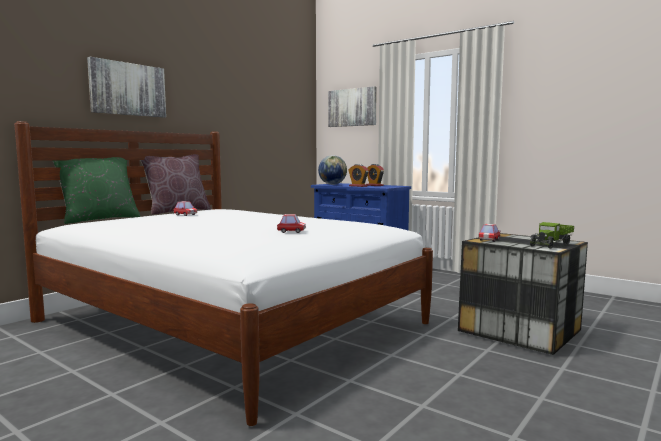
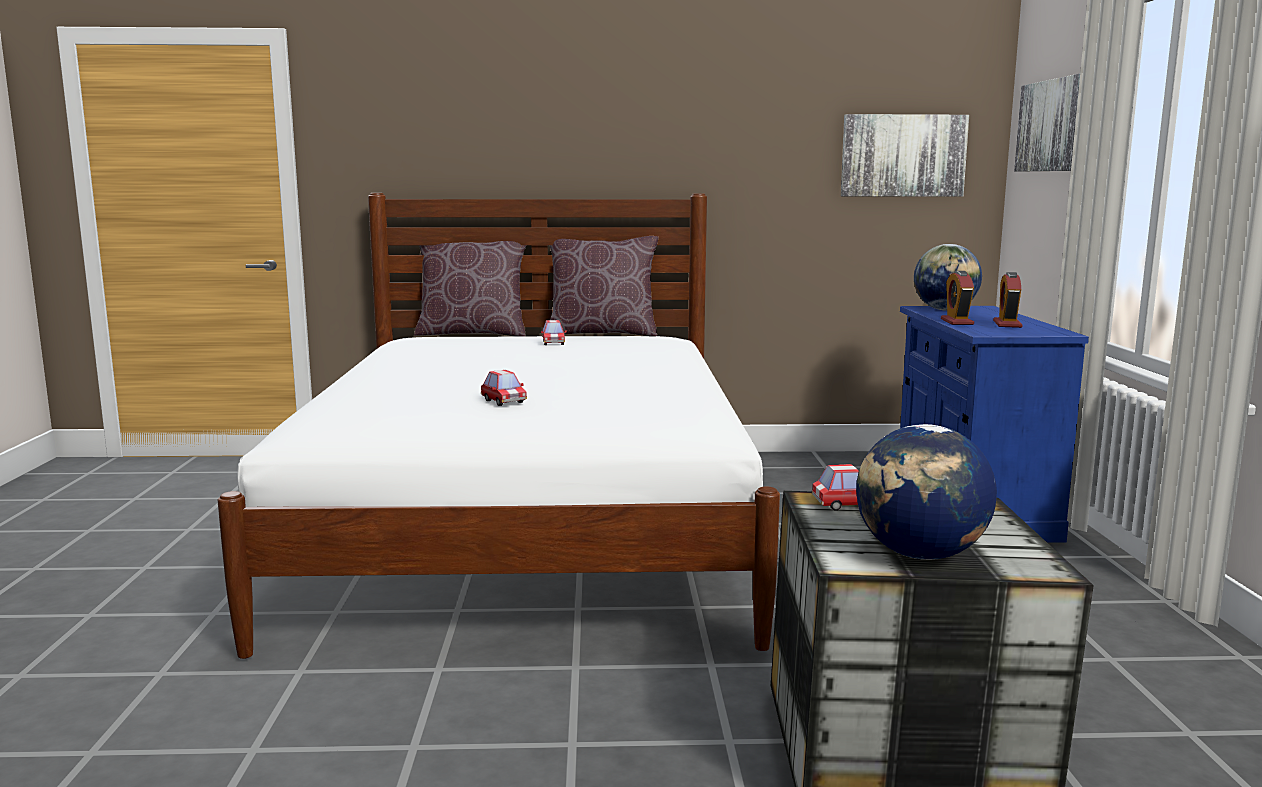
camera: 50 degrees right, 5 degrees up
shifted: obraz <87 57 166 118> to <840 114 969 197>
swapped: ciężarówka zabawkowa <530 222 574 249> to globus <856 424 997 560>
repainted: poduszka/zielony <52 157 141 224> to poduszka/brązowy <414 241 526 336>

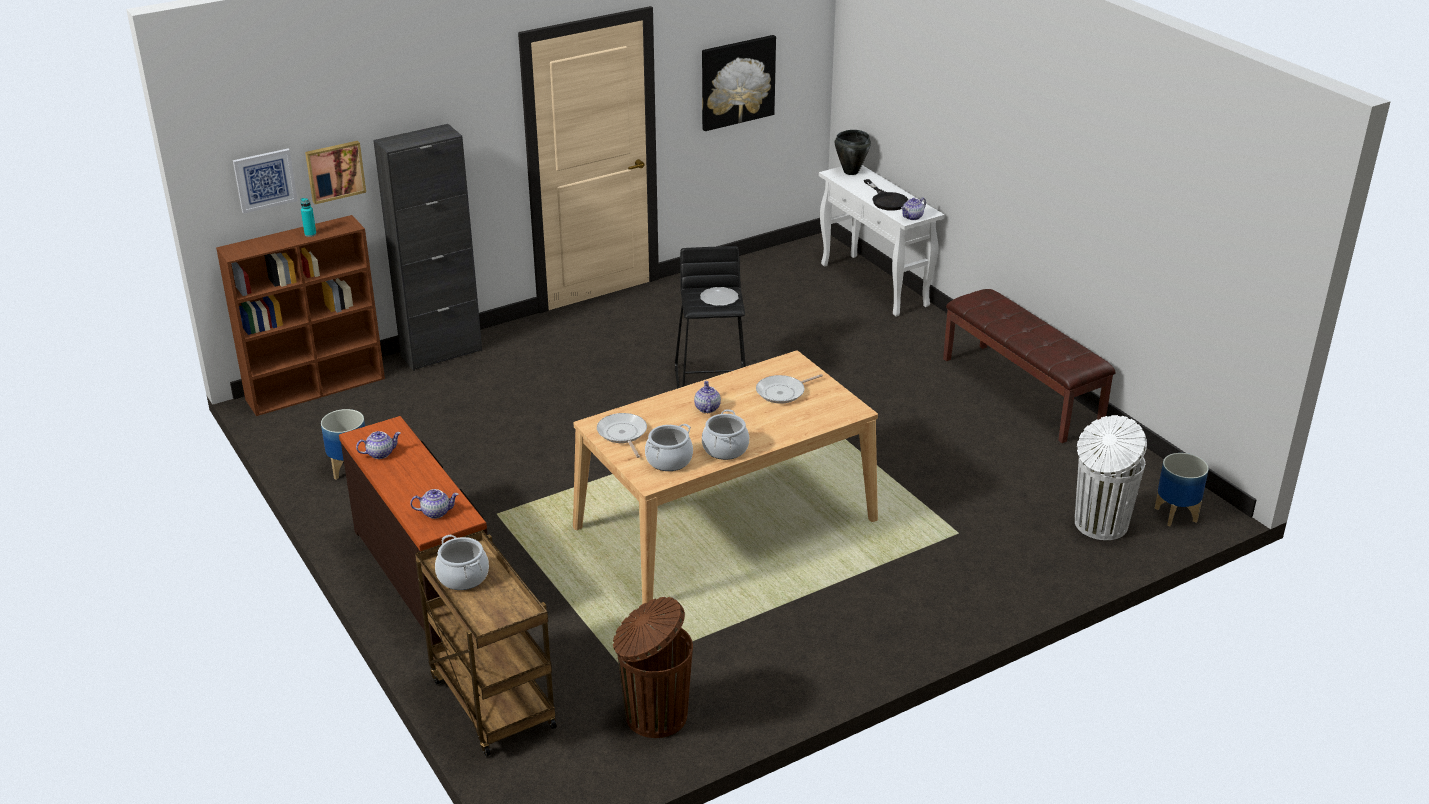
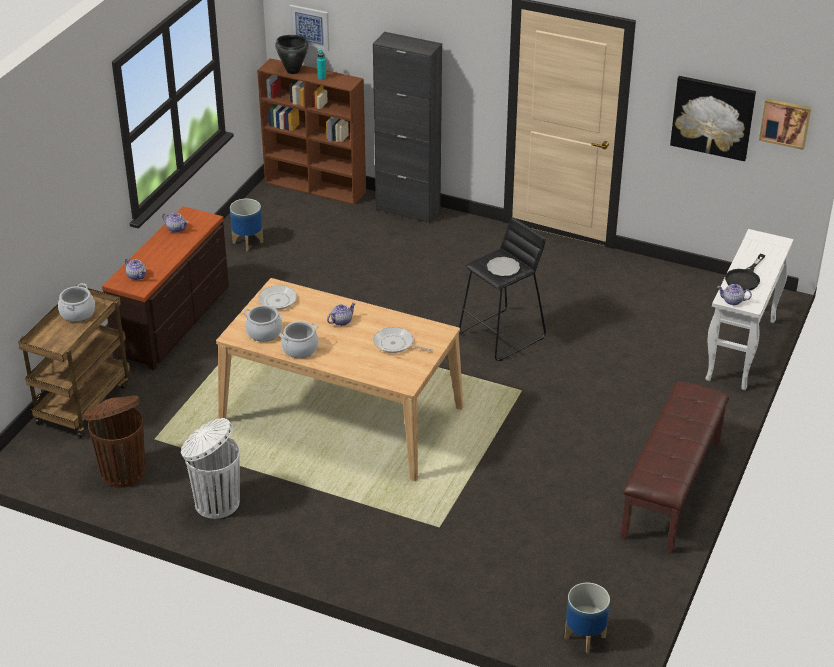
camera: 55 degrees right, 5 degrees up
shifted: garnek/czarny <835 130 871 175> to <275 35 309 74>; obraz <305 141 366 204> to <759 98 812 150>; kosz na śmieci/biały <1075 415 1147 540> to <181 418 240 519>

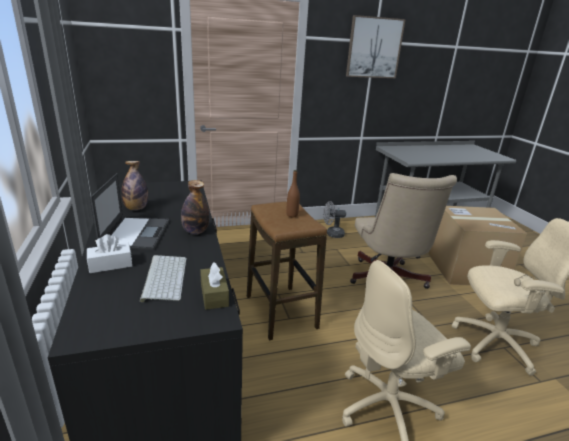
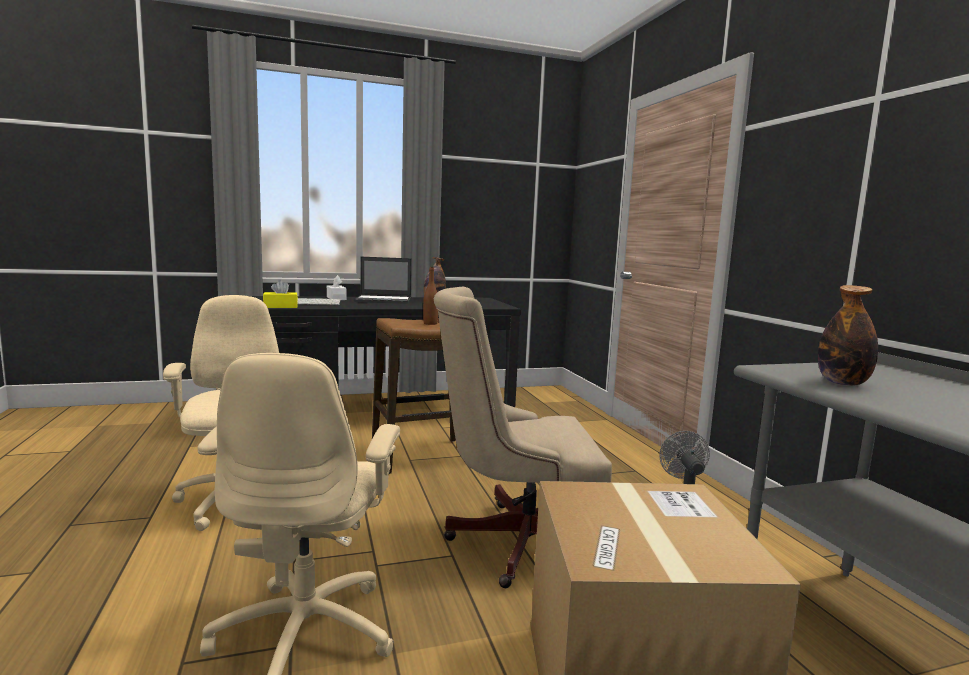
camera: 90 degrees right, 15 degrees down
gone: obraz <346 15 406 78>
shifted: butelka <181 180 209 234> to <818 285 878 386>
repainted: pudełko chusteczek/brązowy <200 262 229 310> to pudełko chusteczek/żółty <263 280 298 308>

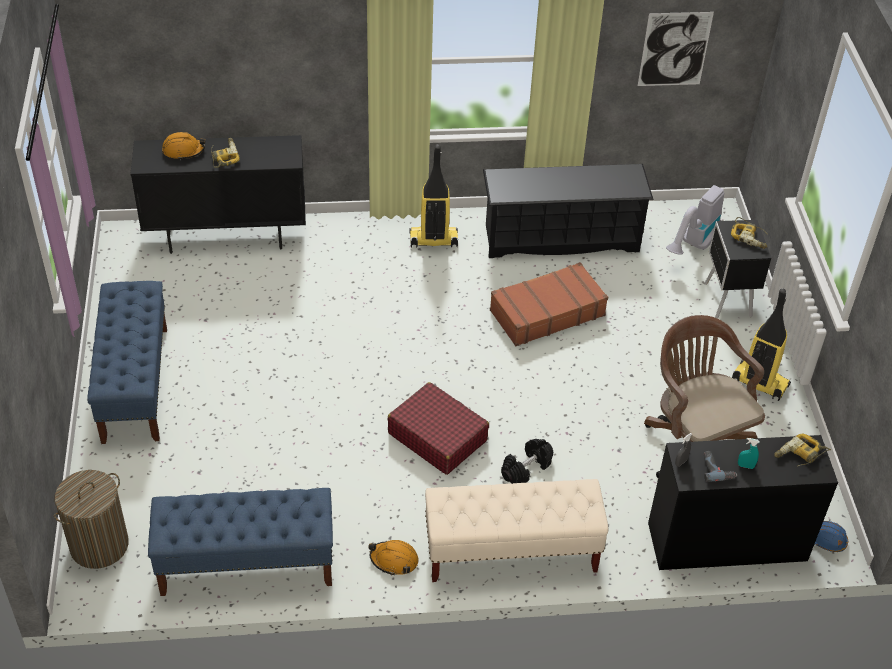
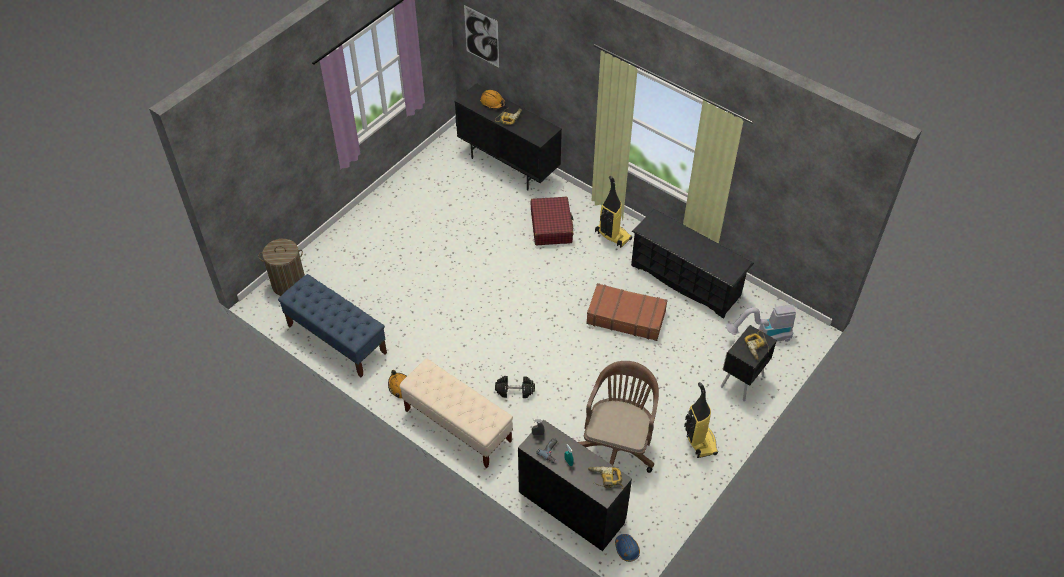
camera: 45 degrees right, 5 degrees up
gone: ławka/niebieski <87 281 167 444>
shifted: obraz <638 12 714 86> to <464 5 499 67>; walizka/czerwony <388 382 489 475> to <530 196 573 245>

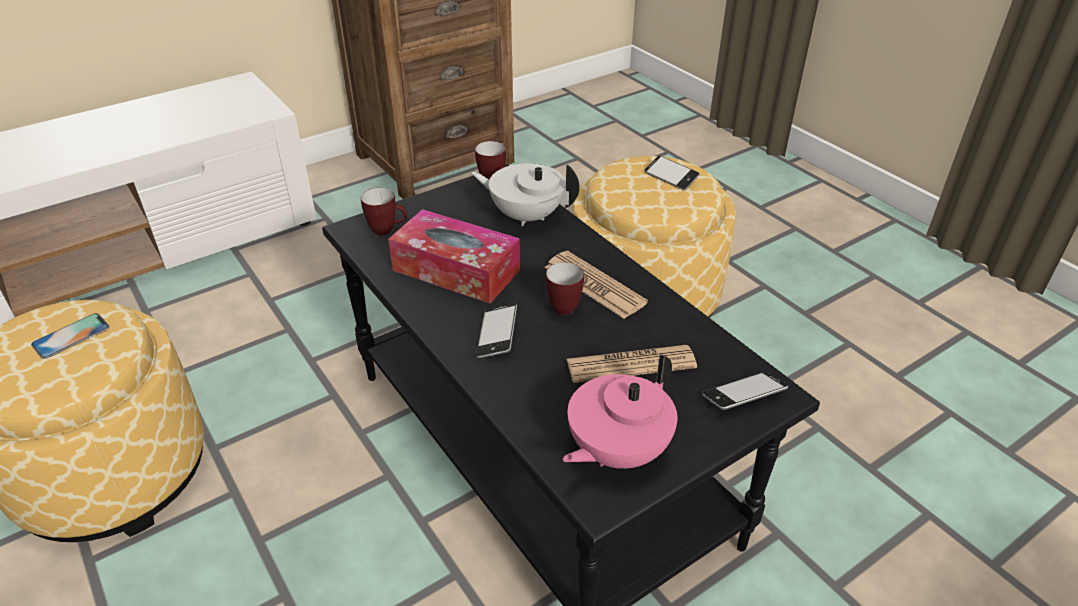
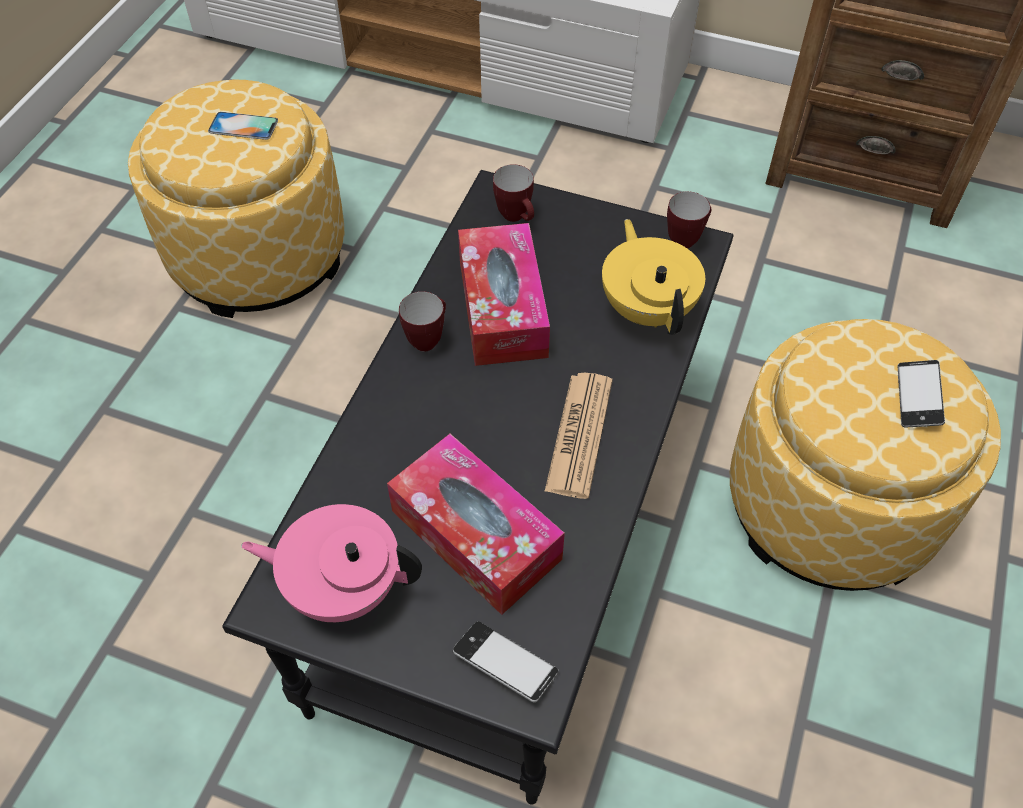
camera: 55 degrees right, 15 degrees up
gone: telefon <476 303 517 358>
shifted: kubek <546 262 584 316> to <399 291 446 351>
swapped: gazeta <567 345 697 383> to pudełko chusteczek <387 434 565 615>
repainted: imbryk/biały <471 163 580 226> to imbryk/żółty <602 219 705 335>

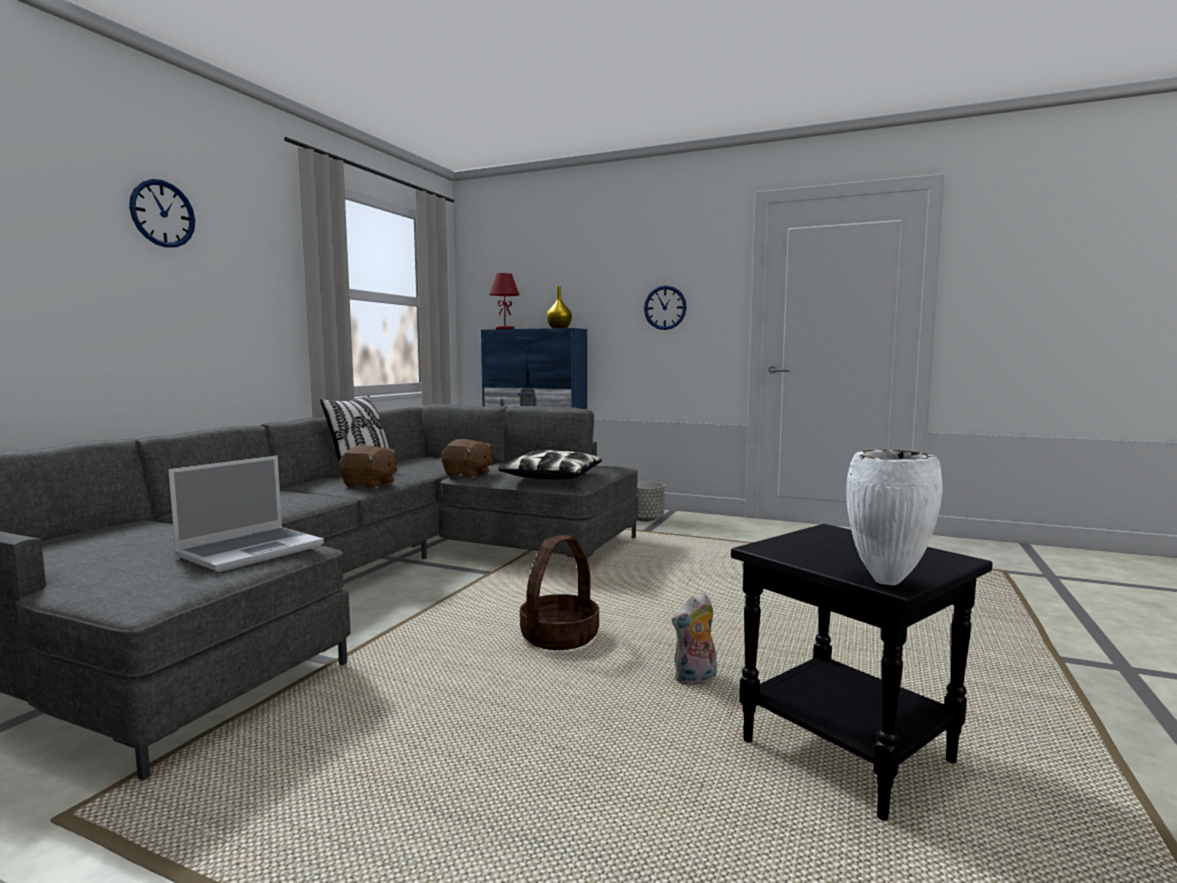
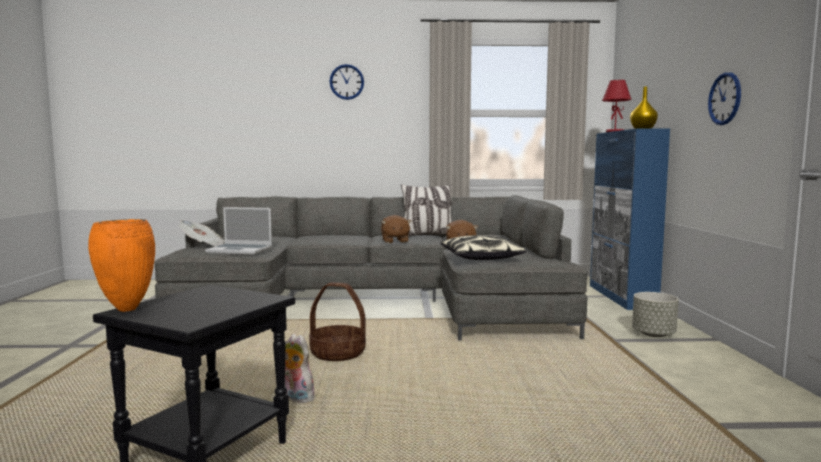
camera: 65 degrees right, 0 degrees up
new: gazeta <178 220 225 246>
repainted: wazon/biały <846 450 943 585> to wazon/pomarańczowy <88 219 155 312>

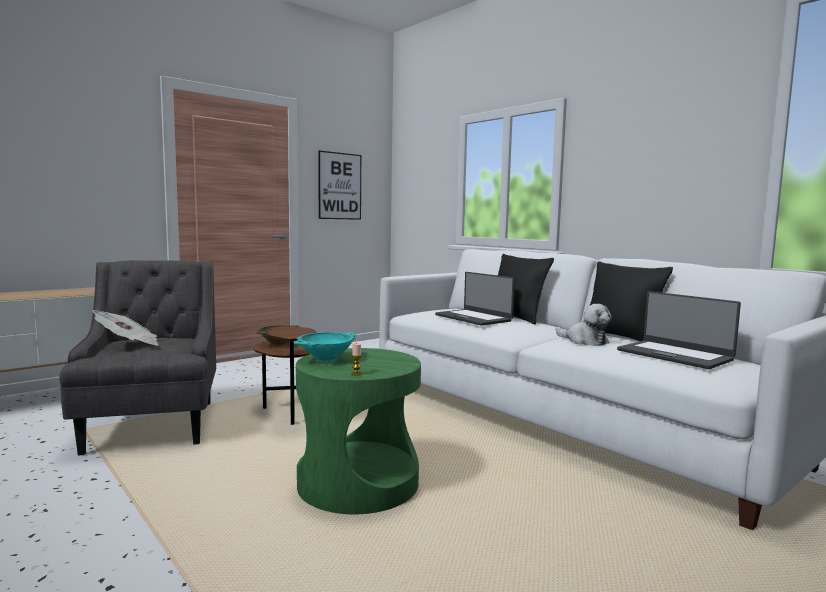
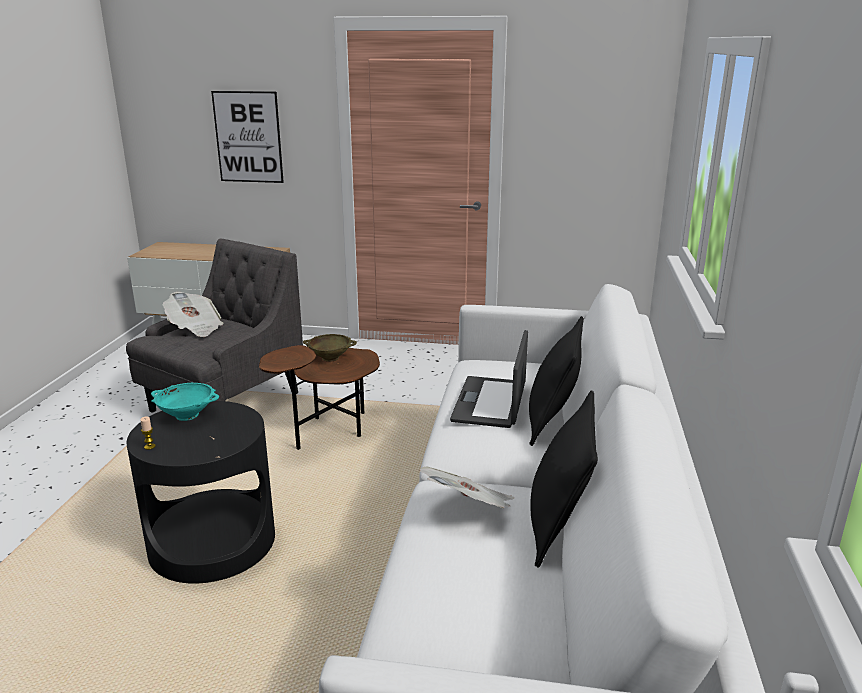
camera: 50 degrees right, 15 degrees up
gone: laptop <617 291 741 369>
shifted: obraz <318 150 361 220> to <211 91 284 183>
swapped: pluszak <556 304 612 346> to gazeta <419 466 515 508>
repainted: stolik/zielony <296 348 421 514> to stolik/czarny <127 401 275 584>

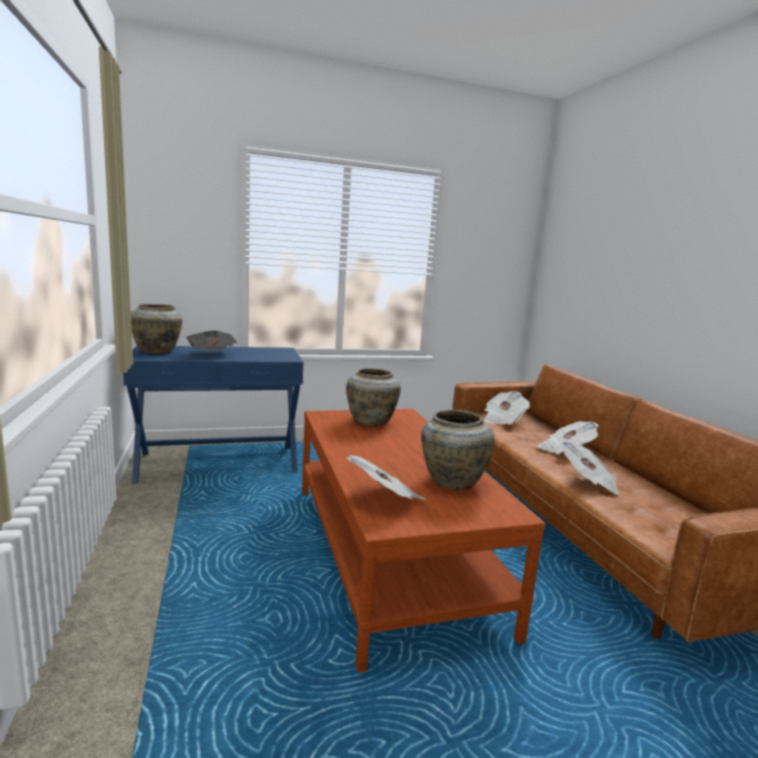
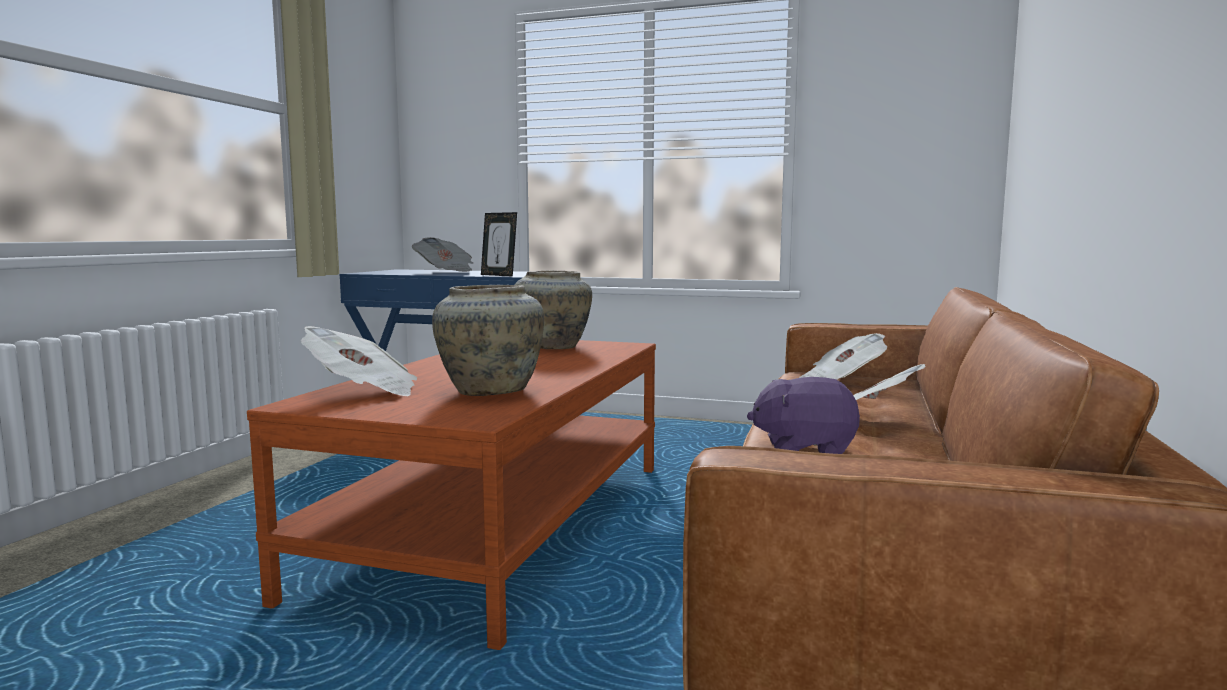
camera: 35 degrees right, 5 degrees down
gone: wazon/beżowy <131 304 182 354>
new: ramka na zdjęcie <481 212 517 277>
swapped: gazeta <562 440 619 495> to pluszak/fioletowy <747 377 860 454>

